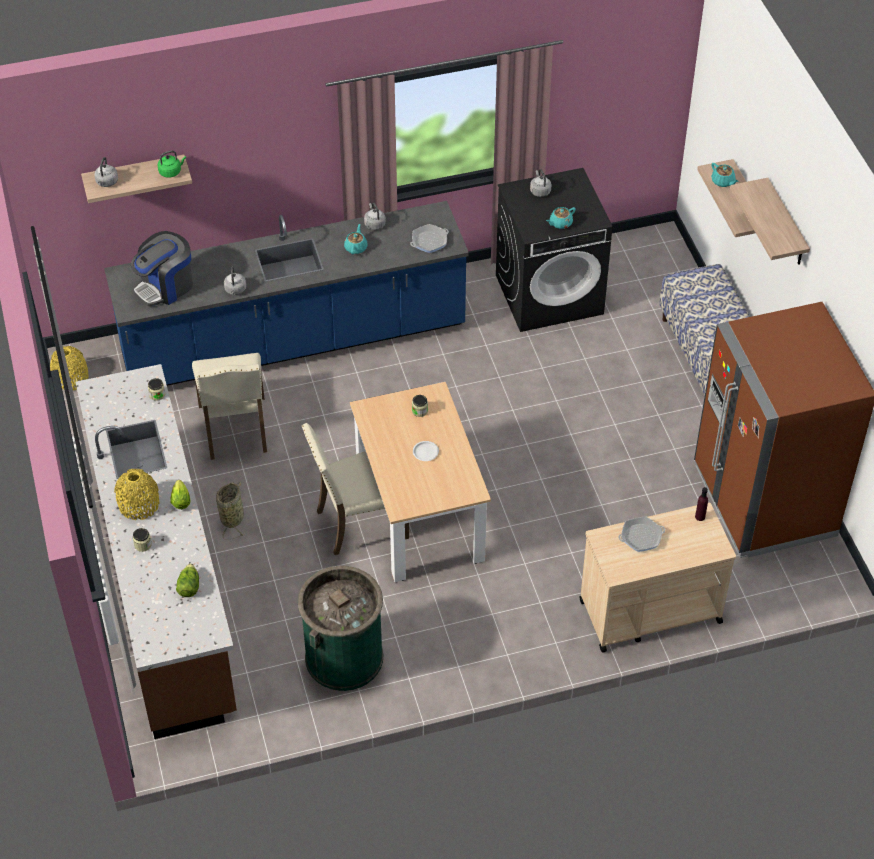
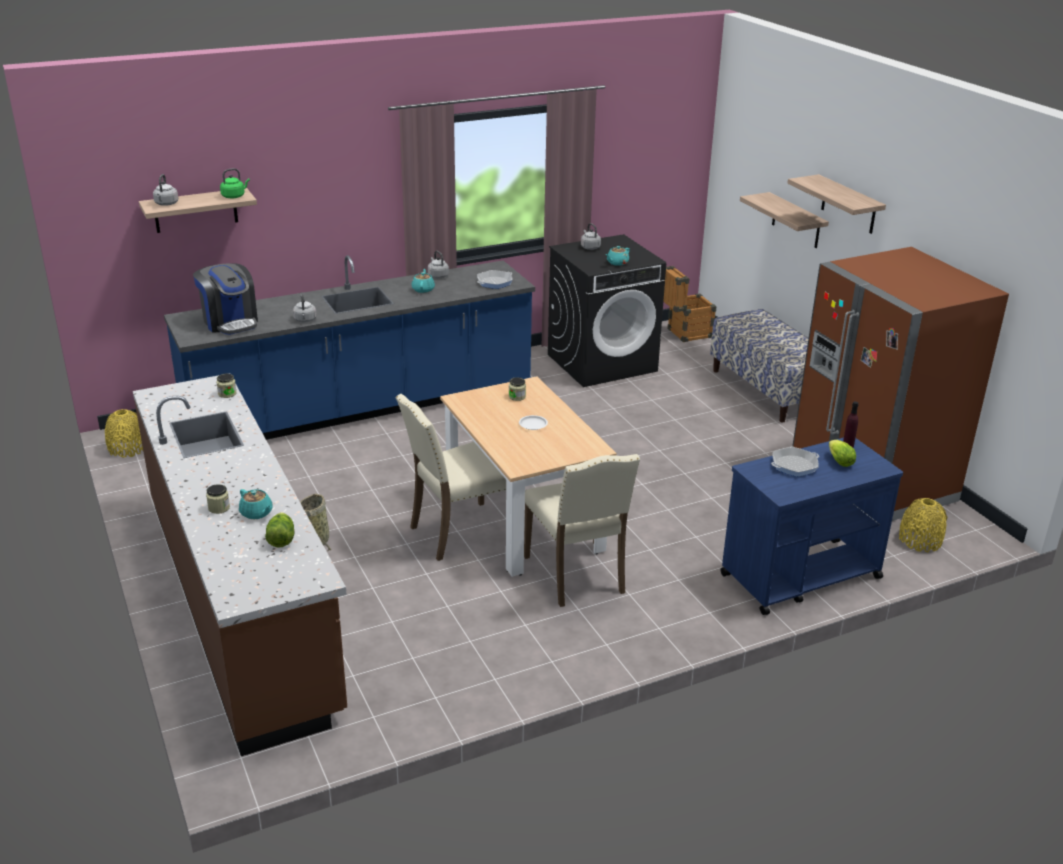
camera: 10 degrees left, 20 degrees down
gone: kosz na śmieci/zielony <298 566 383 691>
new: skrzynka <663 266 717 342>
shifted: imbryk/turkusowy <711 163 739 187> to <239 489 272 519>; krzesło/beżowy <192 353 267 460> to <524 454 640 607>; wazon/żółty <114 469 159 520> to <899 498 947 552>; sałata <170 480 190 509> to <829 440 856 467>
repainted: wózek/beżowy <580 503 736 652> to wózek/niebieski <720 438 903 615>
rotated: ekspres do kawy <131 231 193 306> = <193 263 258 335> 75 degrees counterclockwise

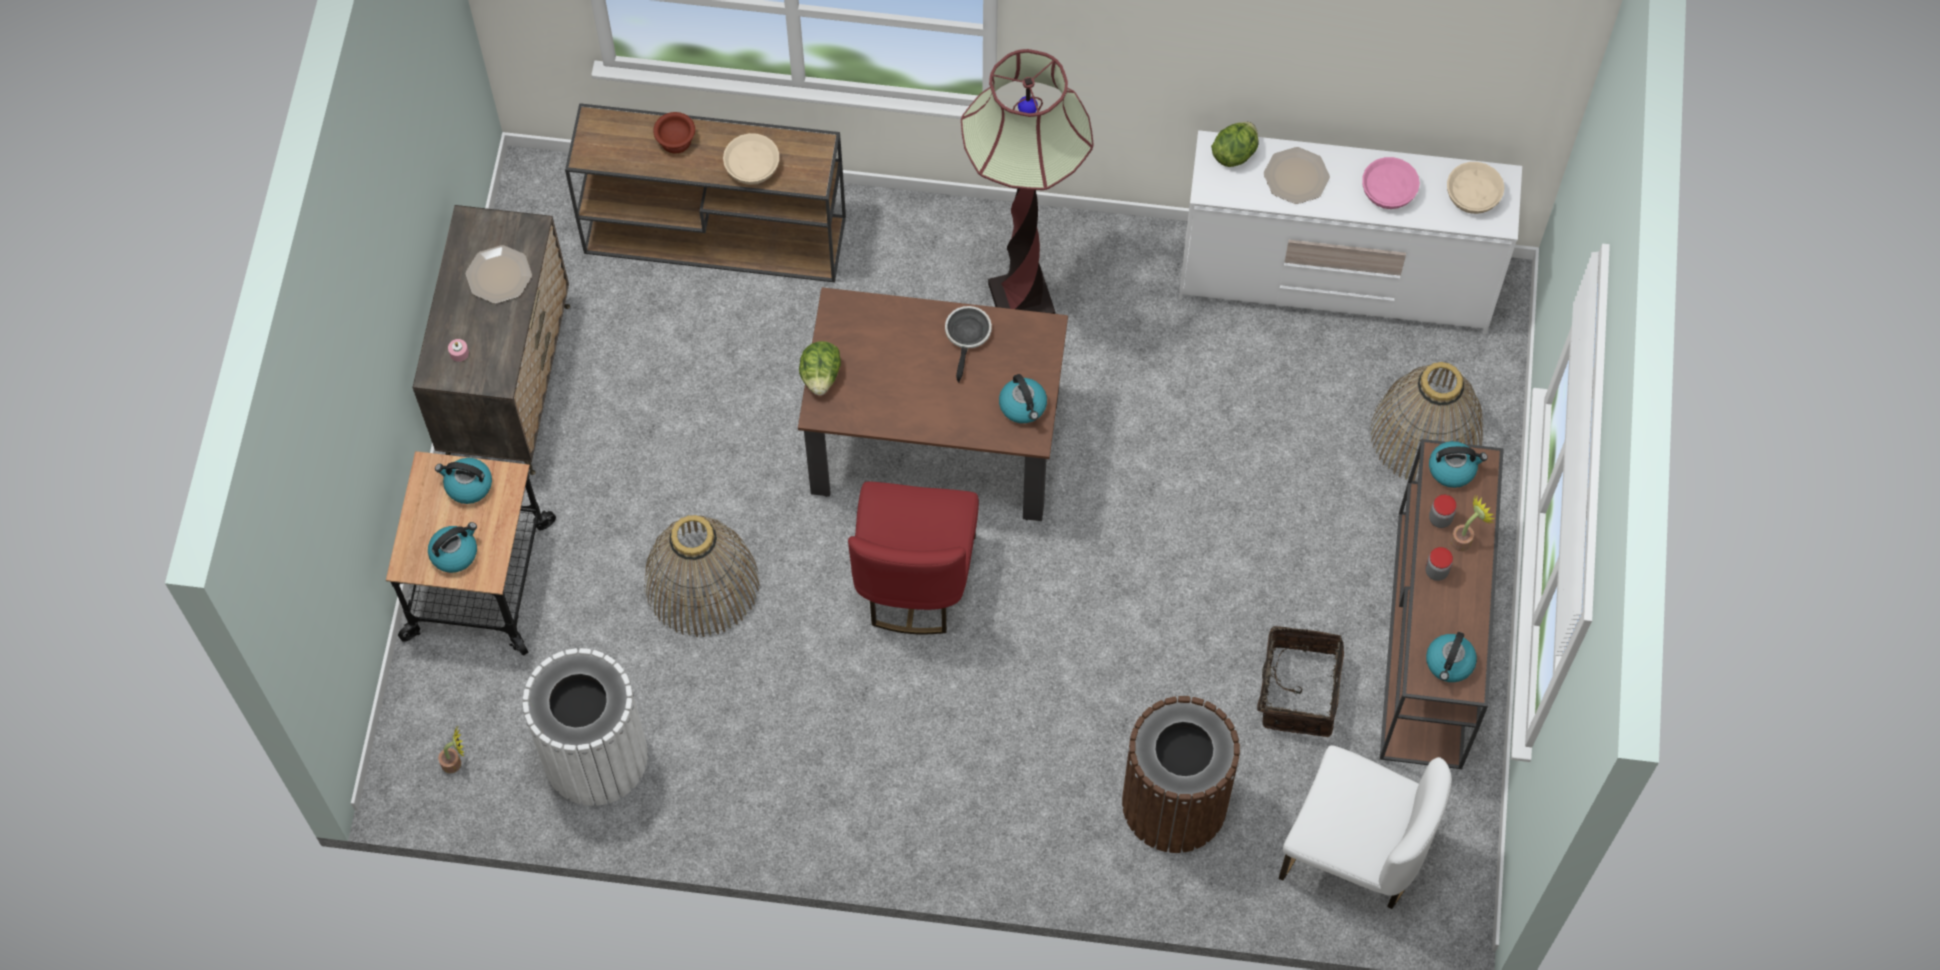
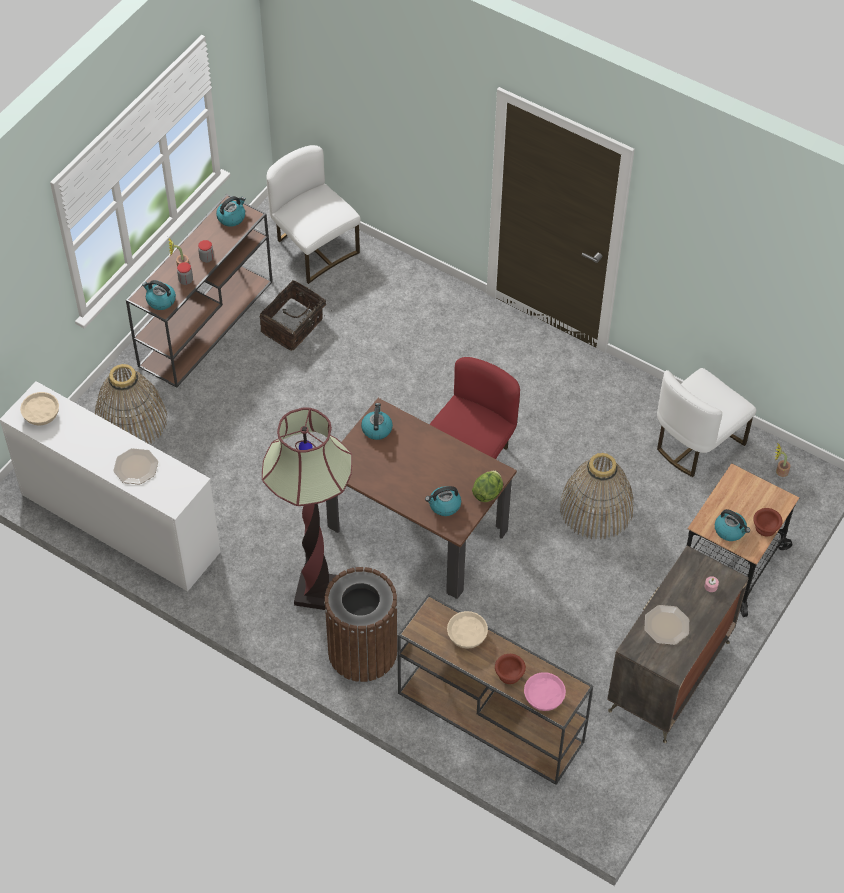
camera: 155 degrees left, 10 degrees down
gone: sałata <1211 122 1259 167>; patelnia <945 306 992 383>
new: miska/brązowy <753 508 783 537>
shifted: miska/różowy <1362 157 1420 209> to <524 672 566 711>; czajnik <428 522 477 573> to <425 486 461 516>; kosz na śmieci/brązowy <1122 696 1240 853> to <324 567 398 682>
swapped: kosz na śmieci/biały <523 648 648 806> to krzesło/biały <657 368 756 477>

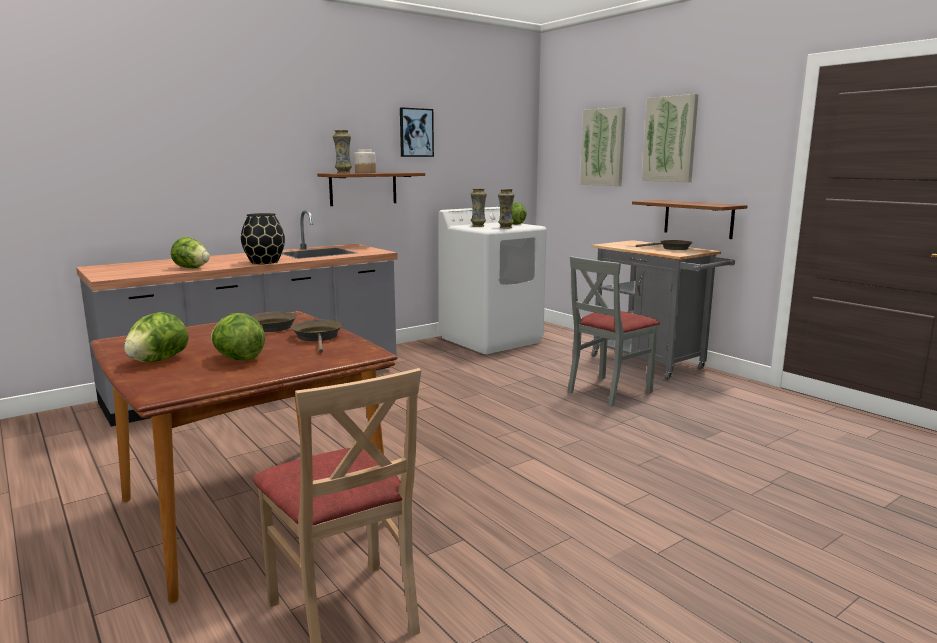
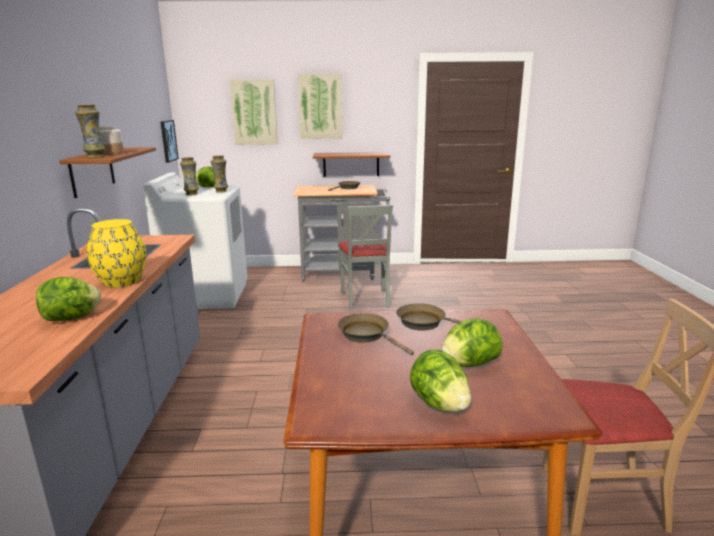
camera: 55 degrees left, 5 degrees up
shifted: obraz <400 107 434 157> to <161 120 179 163>
repainted: wazon/czarny <241 213 285 264> to wazon/żółty <87 219 146 288>

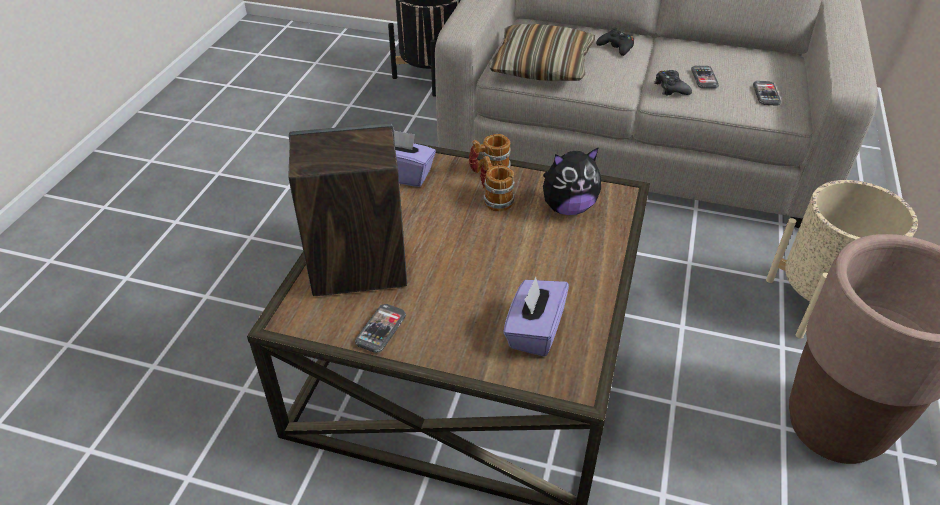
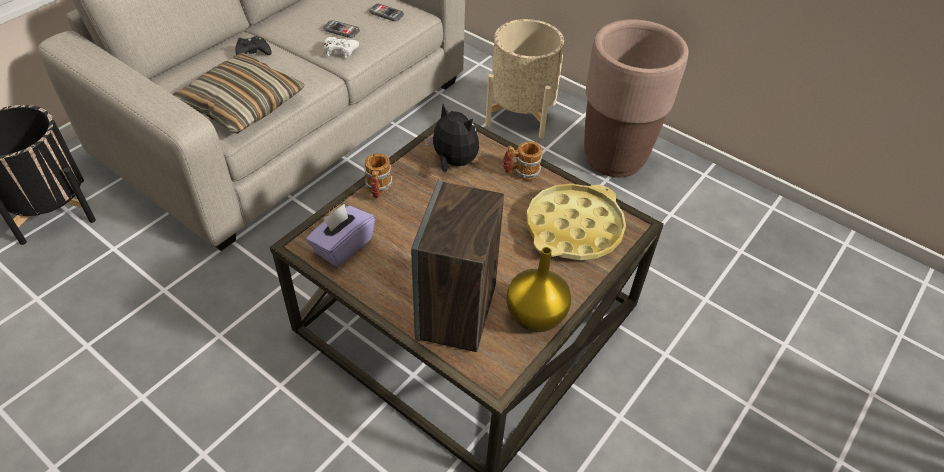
camera: 70 degrees left, 5 degrees up
shifted: kubek <480 156 515 211> to <503 141 542 181>
swapped: pudełko chusteczek/fioletowy <503 277 569 357> to taca/żółty <526 184 626 260>; telefon <355 304 406 353> to wazon/żółty <506 247 571 332>
repainted: pad do gier/czarny <654 70 692 96> to pad do gier/biały <324 37 359 58>
rotated: pluszak <543 147 601 215> = <424 104 479 172> 60 degrees counterclockwise

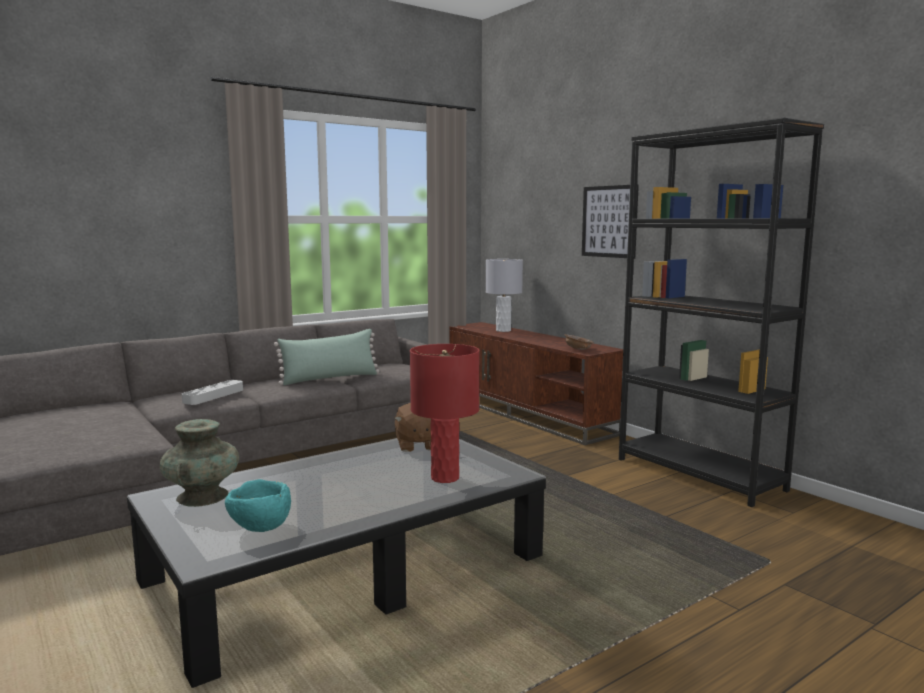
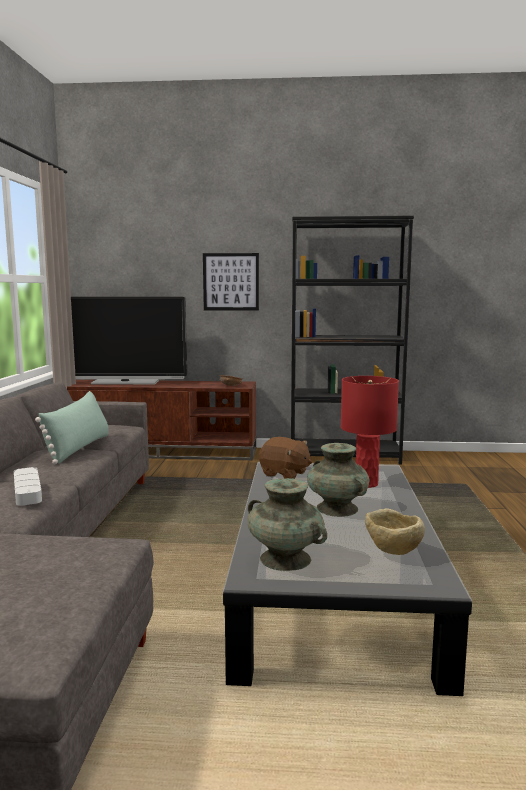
camera: 50 degrees left, 0 degrees up
new: wazon/turkusowy <307 443 370 517>
swapped: lampa stołowa/szary <486 259 523 332> to telewizor <71 297 187 384>
repainted: miska/turkusowy <225 479 291 532> to miska/beżowy <365 508 425 555>

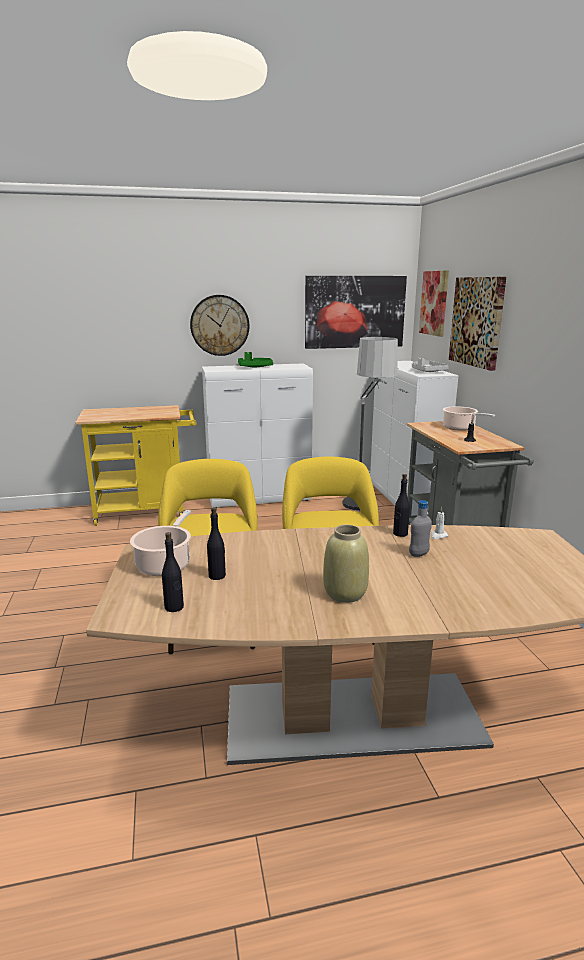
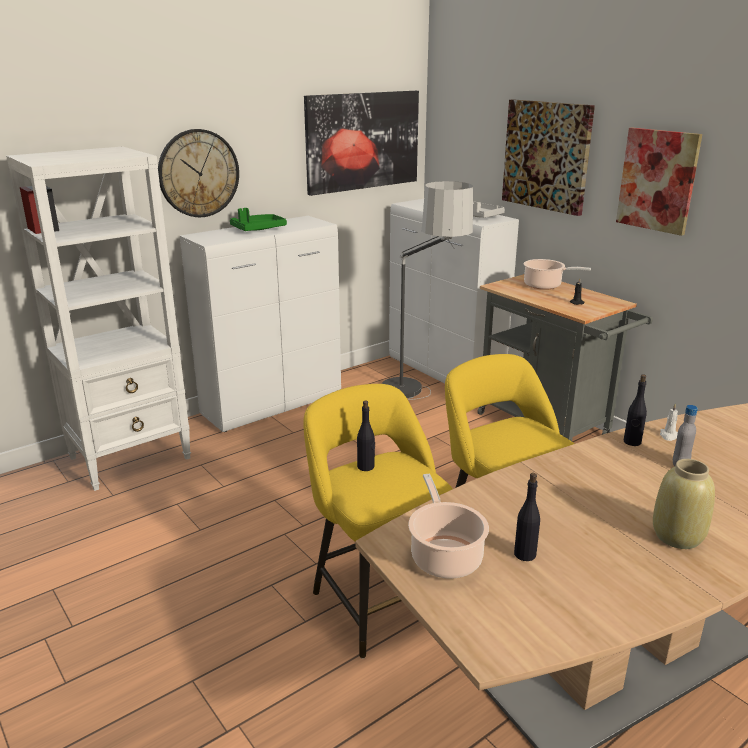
camera: 25 degrees left, 5 degrees up
shifted: obraz <419 270 449 337> to <616 128 702 236>; butelka/czarny <162 532 184 612> to <357 400 375 471>
swapped: wózek/żółty <75 405 197 526> to regał/biały <6 147 191 491>

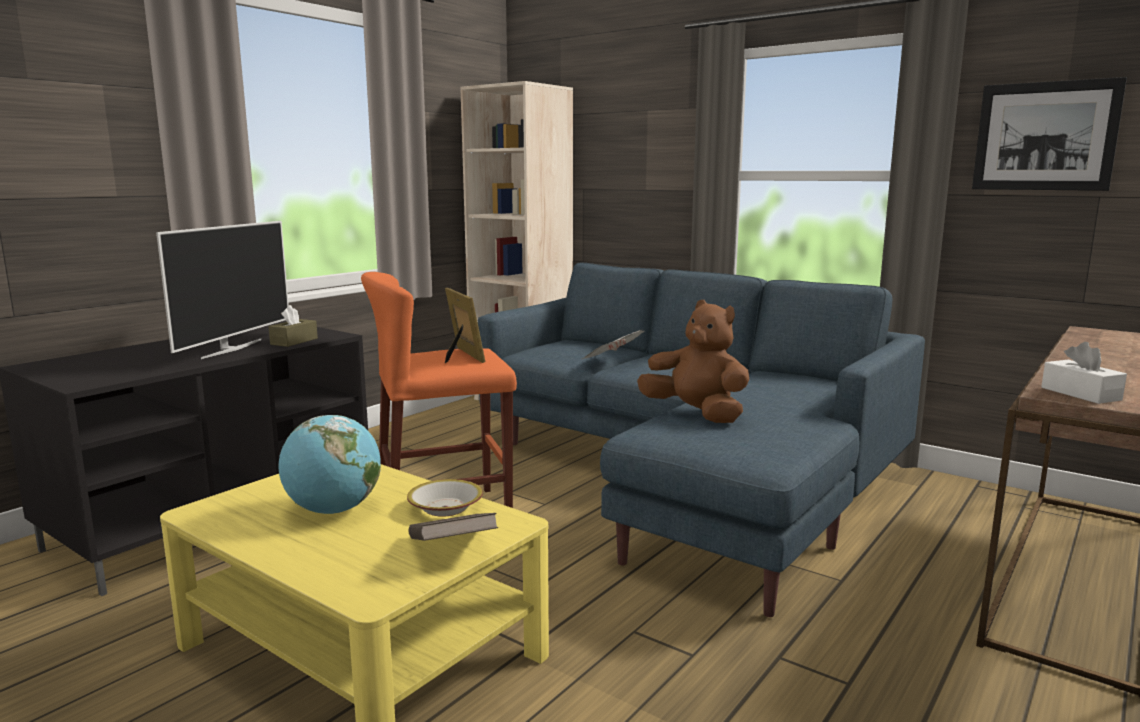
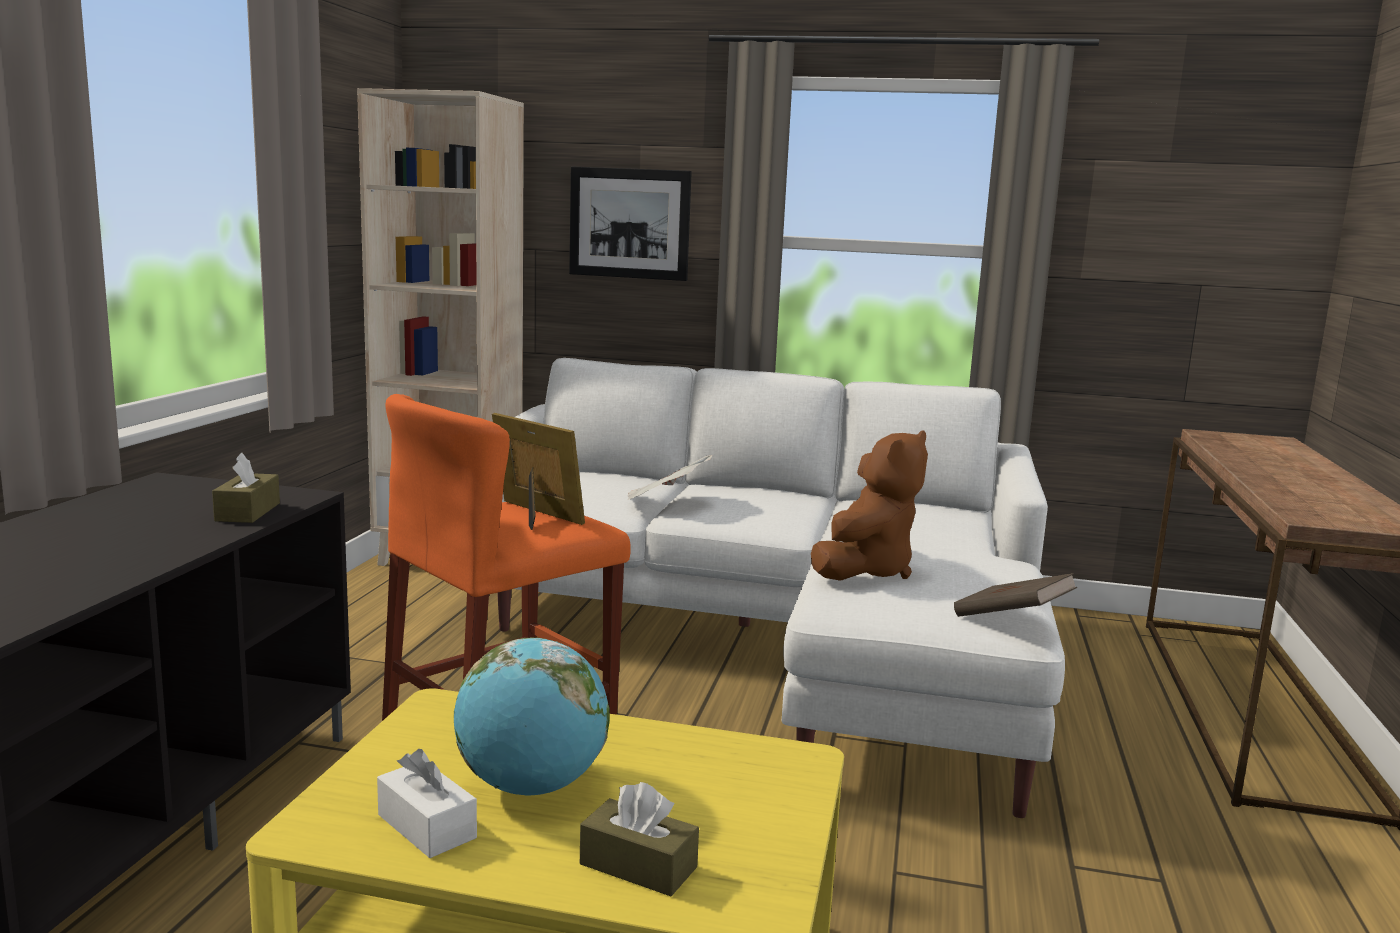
camera: 25 degrees left, 0 degrees up
gone: telewizor <156 221 289 359>; miska <407 479 483 517>
new: pudełko chusteczek/brązowy <580 782 699 896>
shifted: obraz <972 77 1127 191> to <569 166 692 281>; pudełko chusteczek/biały <1041 342 1127 404> to <377 749 477 858>; książka/brązowy <408 513 498 541> to <954 573 1077 617>
repainted: kanapa/niebieski <478 262 925 617> to kanapa/biały <497 358 1065 818>
rotated: pluszak/brązowy <637 300 749 423> = <811 430 928 581> 105 degrees clockwise

